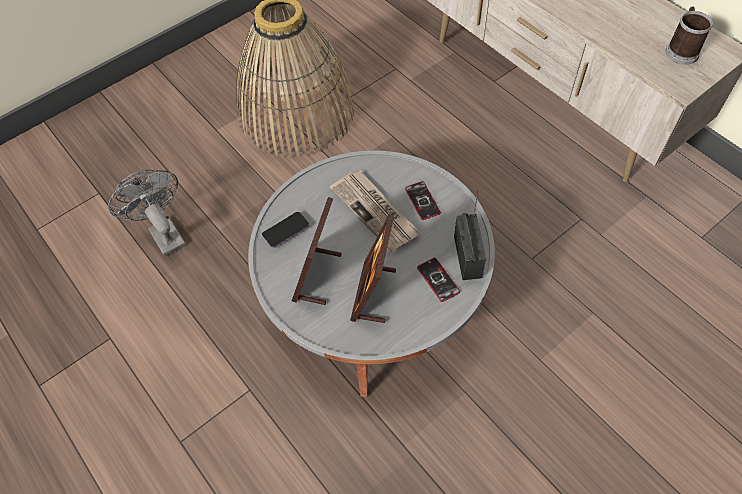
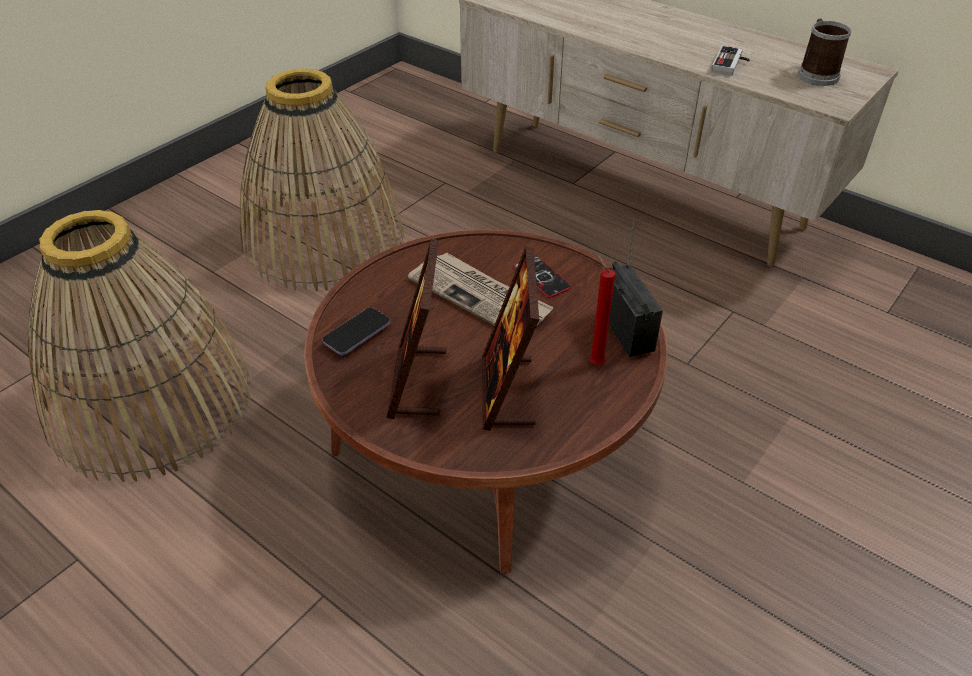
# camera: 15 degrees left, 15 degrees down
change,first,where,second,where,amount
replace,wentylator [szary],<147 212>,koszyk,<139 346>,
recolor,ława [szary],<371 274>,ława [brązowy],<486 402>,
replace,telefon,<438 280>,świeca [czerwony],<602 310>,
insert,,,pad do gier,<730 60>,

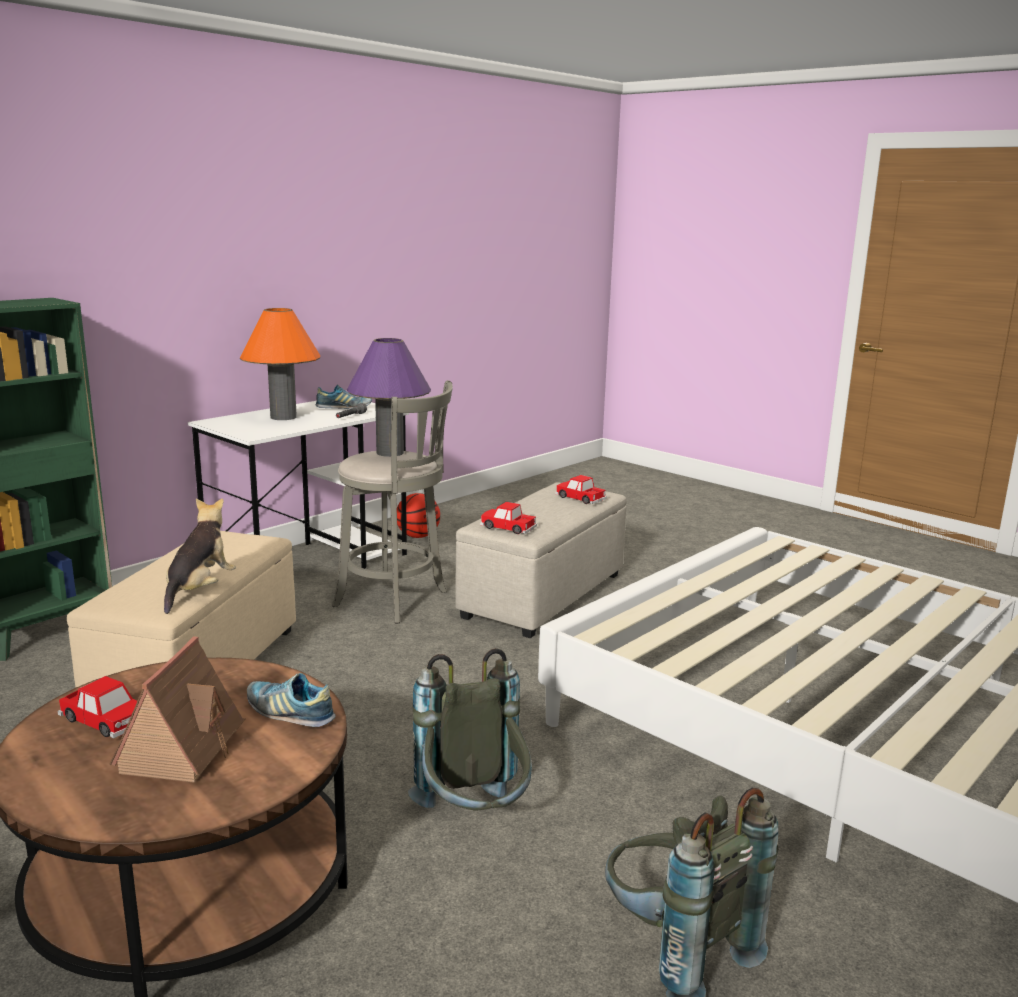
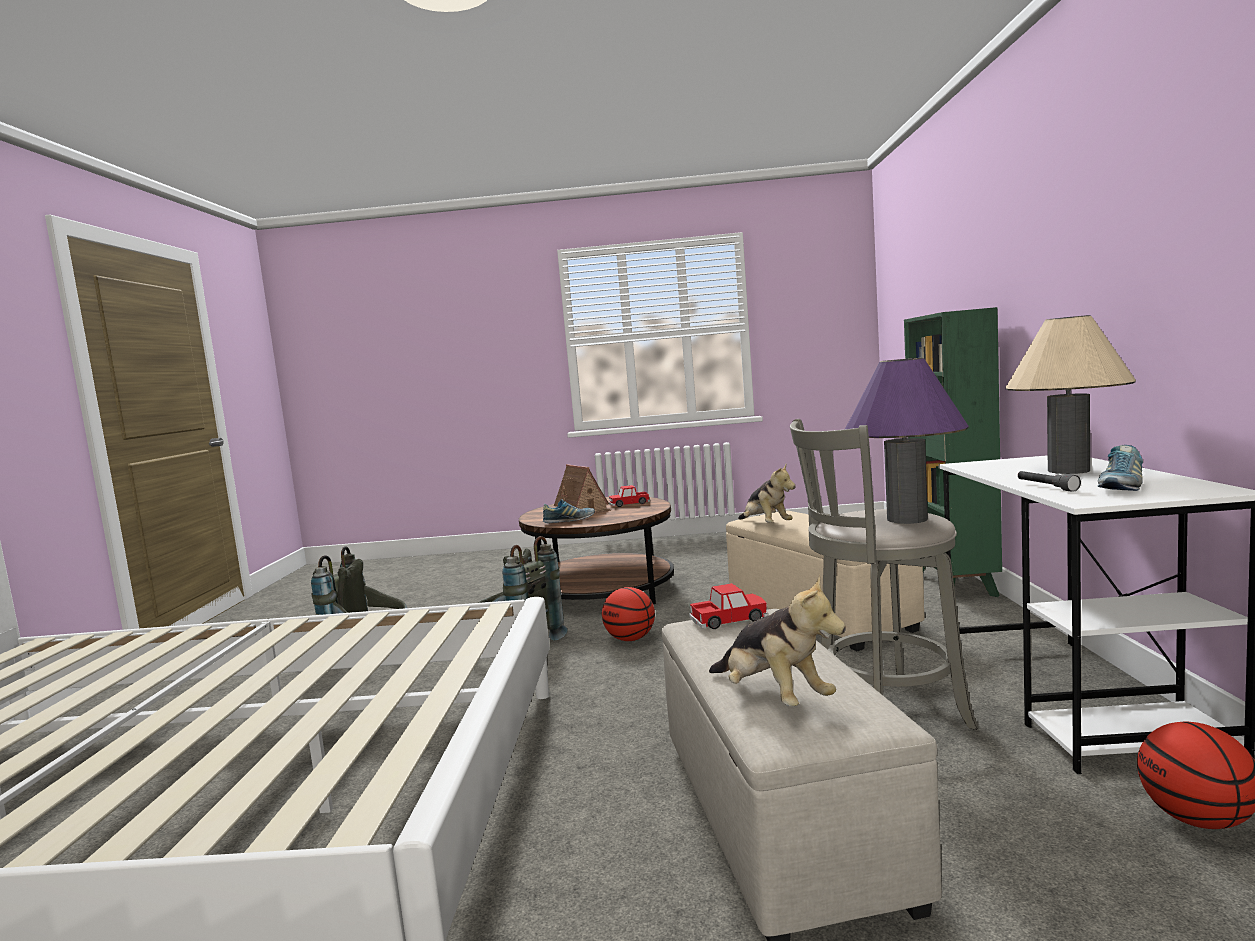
# camera: 140 degrees right, 10 degrees down
change,first,where,second,where,amount
insert,,,piłka do koszykówki,<628 614>,
replace,samochodzik,<581 489>,pluszak,<777 640>,
recolor,lampa stołowa [pomarańczowy],<280 364>,lampa stołowa [beżowy],<1071 394>,

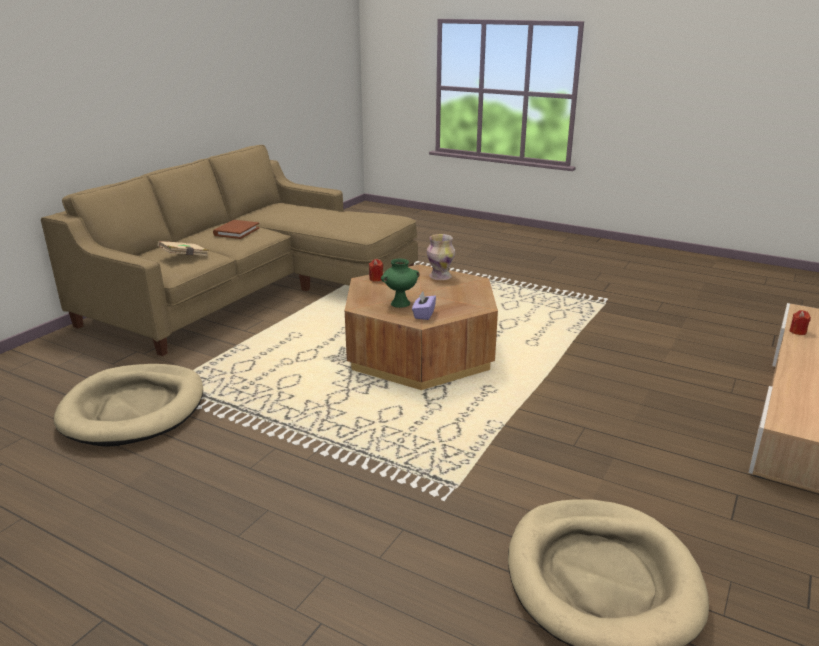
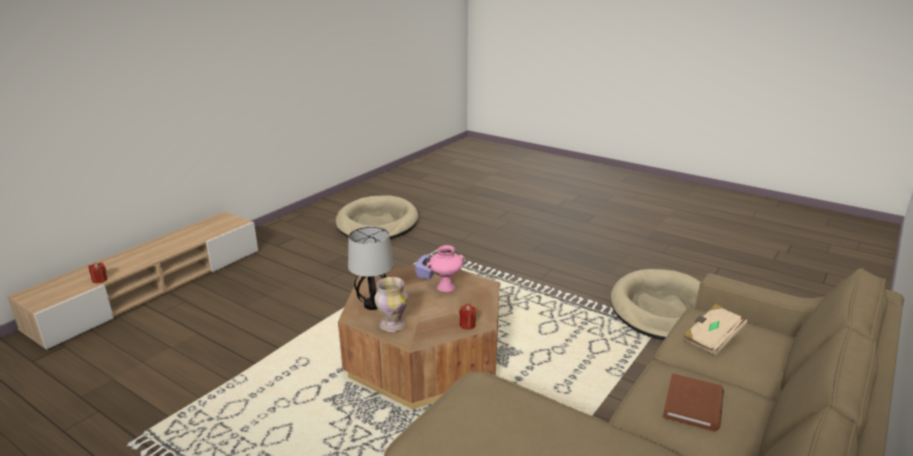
# camera: 175 degrees left, 0 degrees up
change,first,where,second,where,amount
insert,,,lampa stołowa,<370 268>,
recolor,wazon [zielony],<400 283>,wazon [różowy],<445 268>,

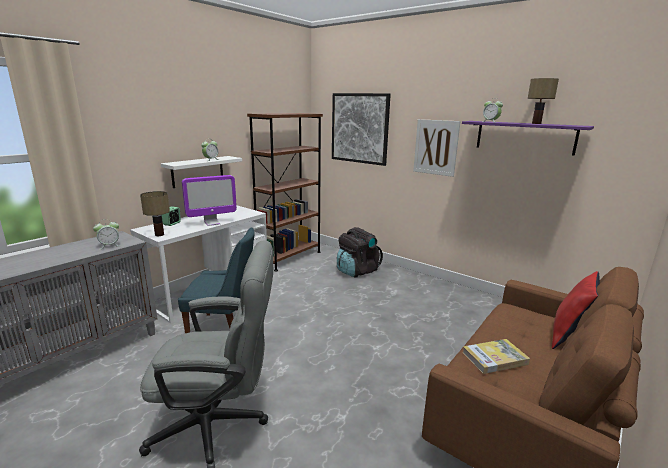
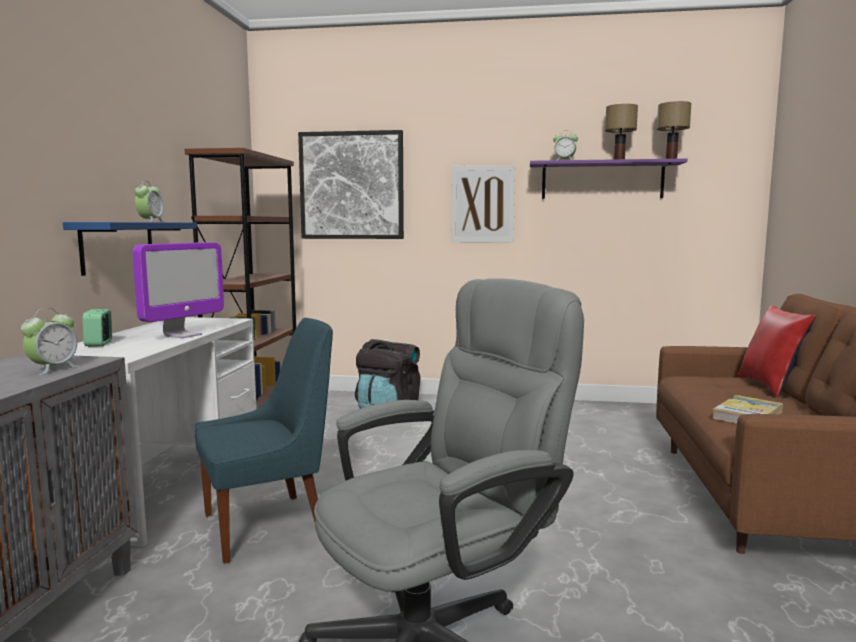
# camera: 30 degrees left, 10 degrees down
change,first,where,second,where,amount
recolor,półka [biały],<201 172>,półka [niebieski],<130 249>,
move,lampa stołowa,<155 213>,,<674 130>,

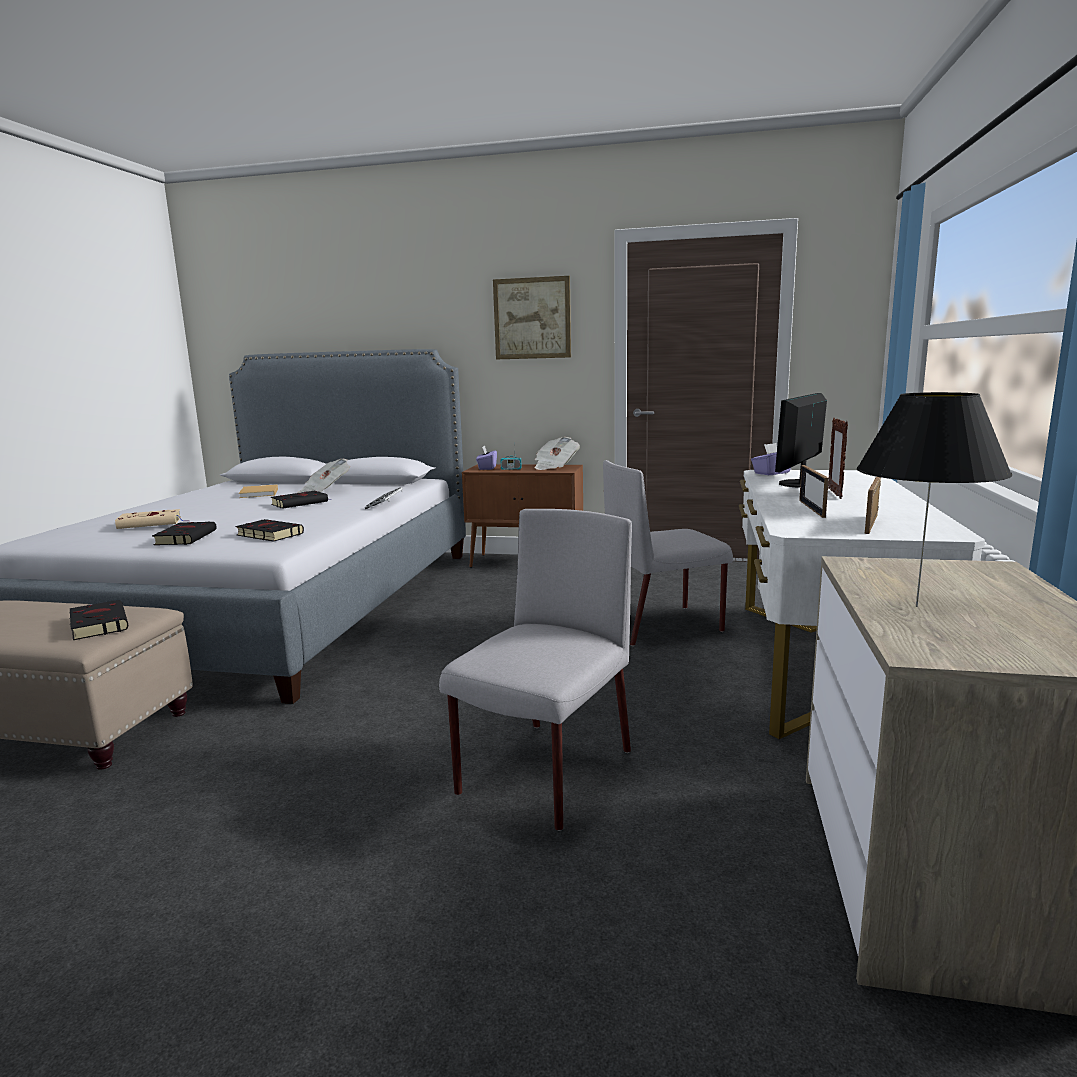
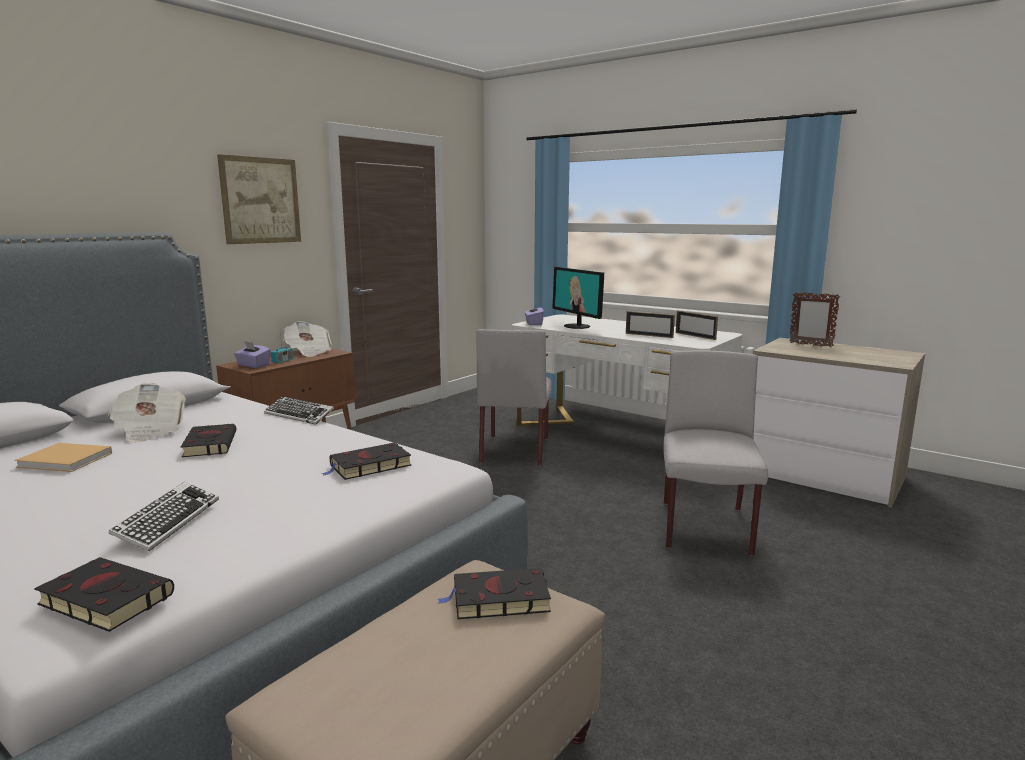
# camera: 65 degrees left, 0 degrees up
change,first,where,second,where,amount
move,książka [czarny],<184 533>,,<104 594>,
replace,książka [beżowy],<152 519>,klawiatura,<163 516>,
rotate,krzesło [szary],<535 670>,,<716 453>,45 degrees clockwise
move,ramka na zdjęcie,<838 458>,,<814 319>,
delete,lampa stołowa [czarny],<934 499>,,,

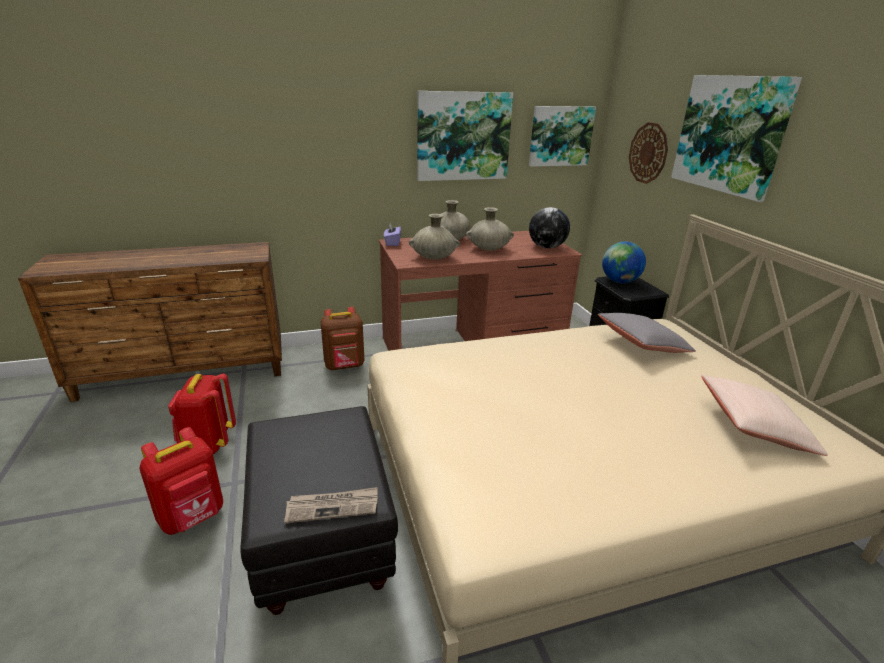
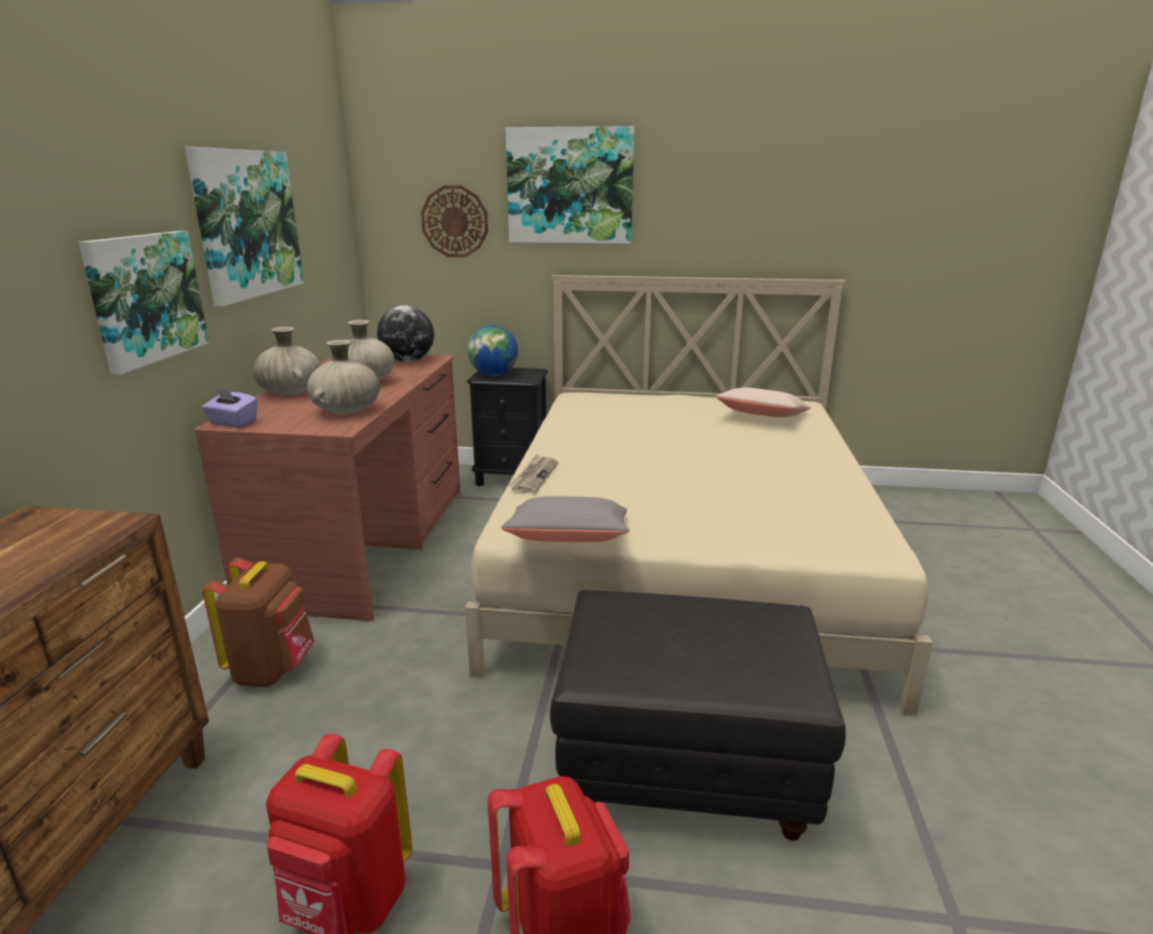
# camera: 65 degrees left, 5 degrees down
change,first,where,second,where,amount
move,obraz,<562 136>,,<143 302>,
move,poduszka [szary],<647 333>,,<565 519>,
move,gazeta,<331 505>,,<533 474>,

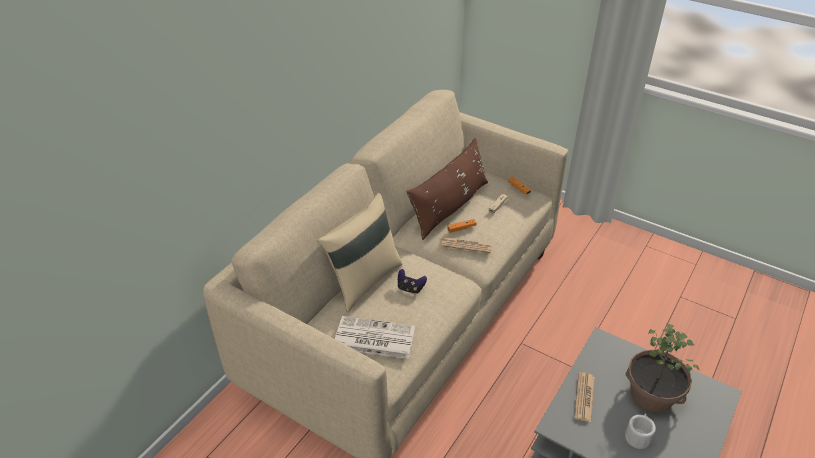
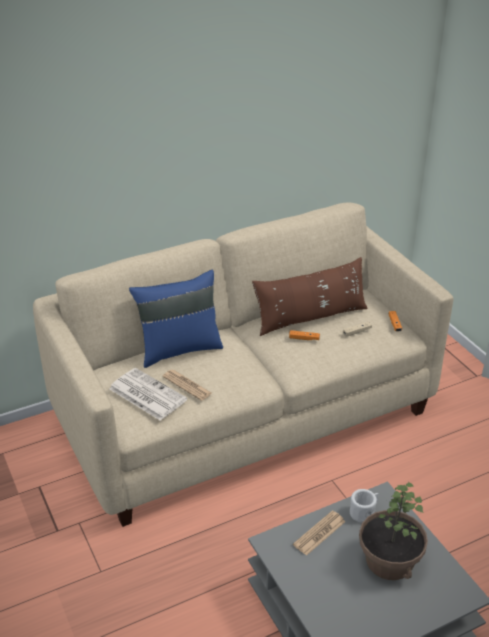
# camera: 30 degrees right, 5 degrees down
change,first,where,second,where,amount
recolor,poduszka [beżowy],<359 252>,poduszka [niebieski],<176 319>,
move,gazeta,<466 245>,,<187 385>,
move,kubek [biały],<640 431>,,<364 506>,
delete,pad do gier,<412 281>,,,

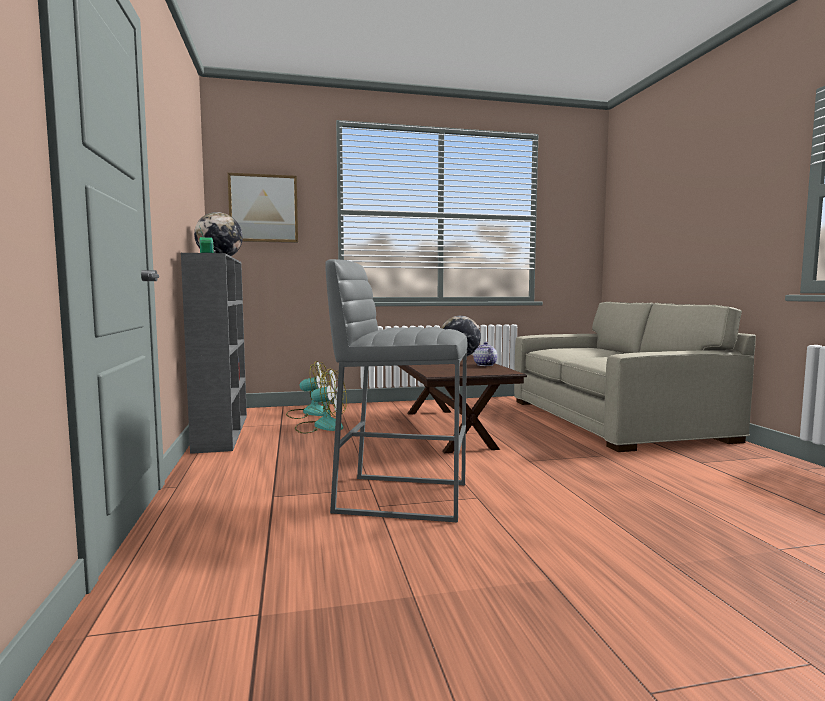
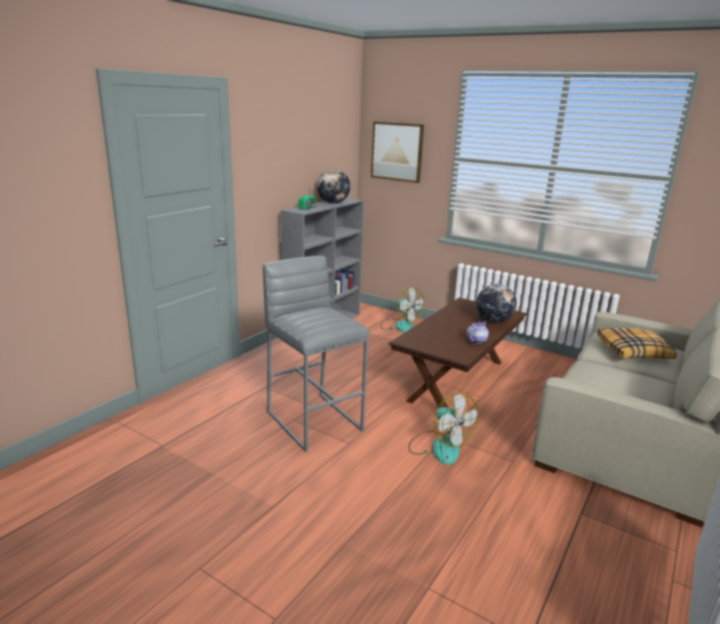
# camera: 45 degrees right, 15 degrees up
change,first,where,second,where,amount
move,wentylator,<321 401>,,<443 428>,
insert,,,poduszka,<637 343>,

